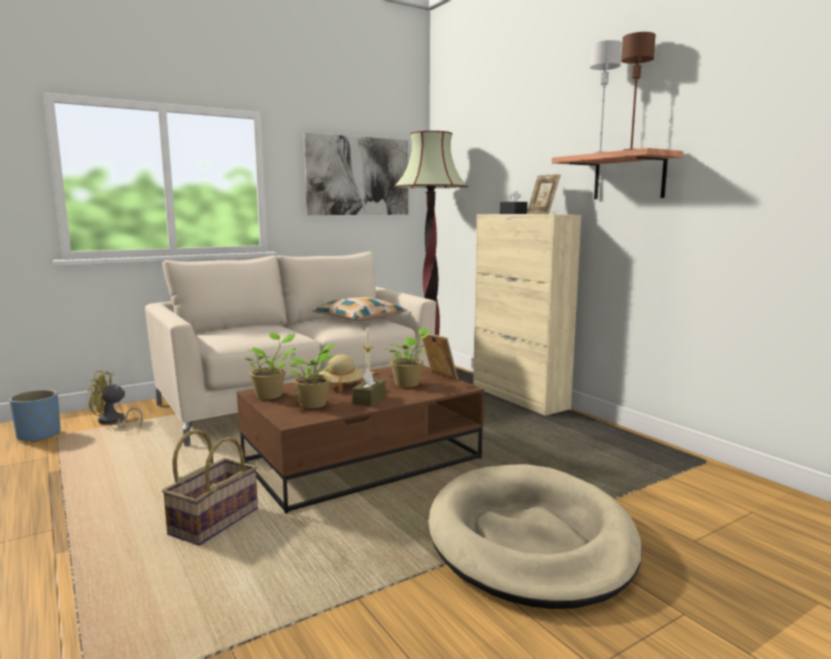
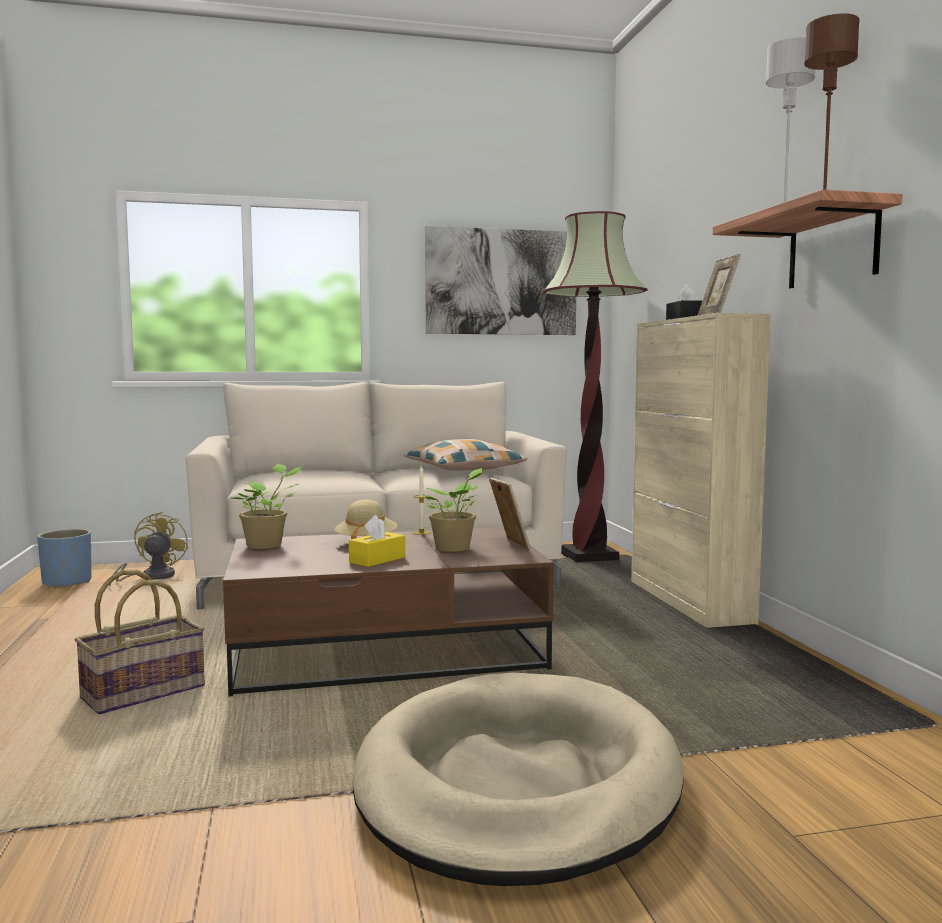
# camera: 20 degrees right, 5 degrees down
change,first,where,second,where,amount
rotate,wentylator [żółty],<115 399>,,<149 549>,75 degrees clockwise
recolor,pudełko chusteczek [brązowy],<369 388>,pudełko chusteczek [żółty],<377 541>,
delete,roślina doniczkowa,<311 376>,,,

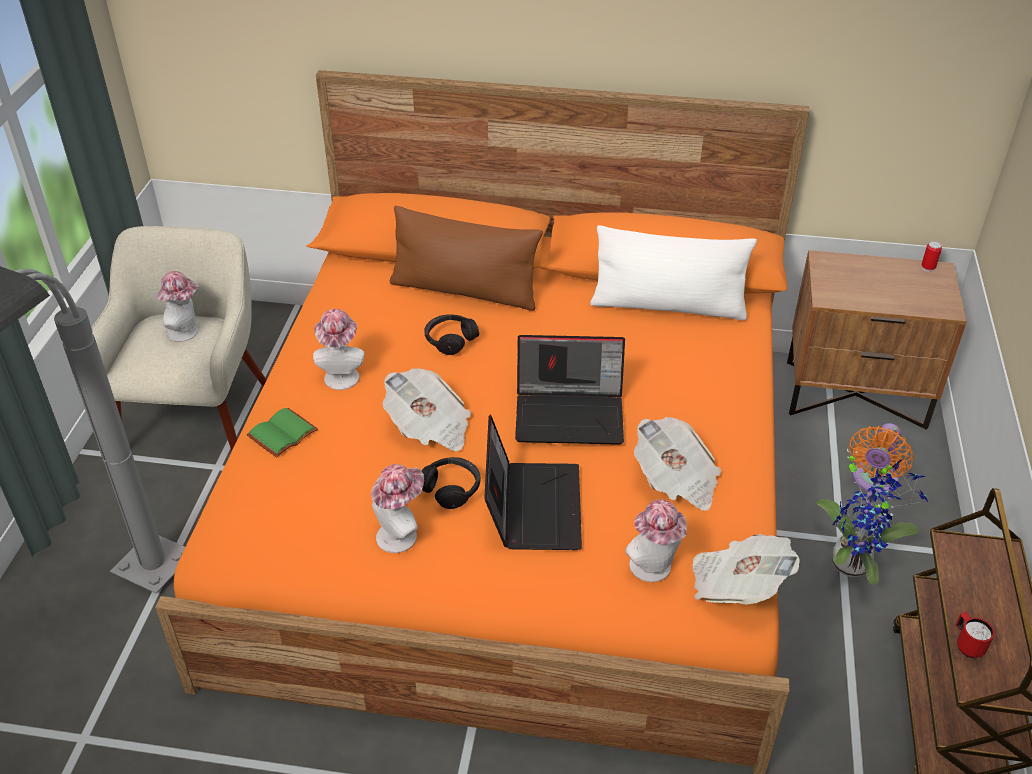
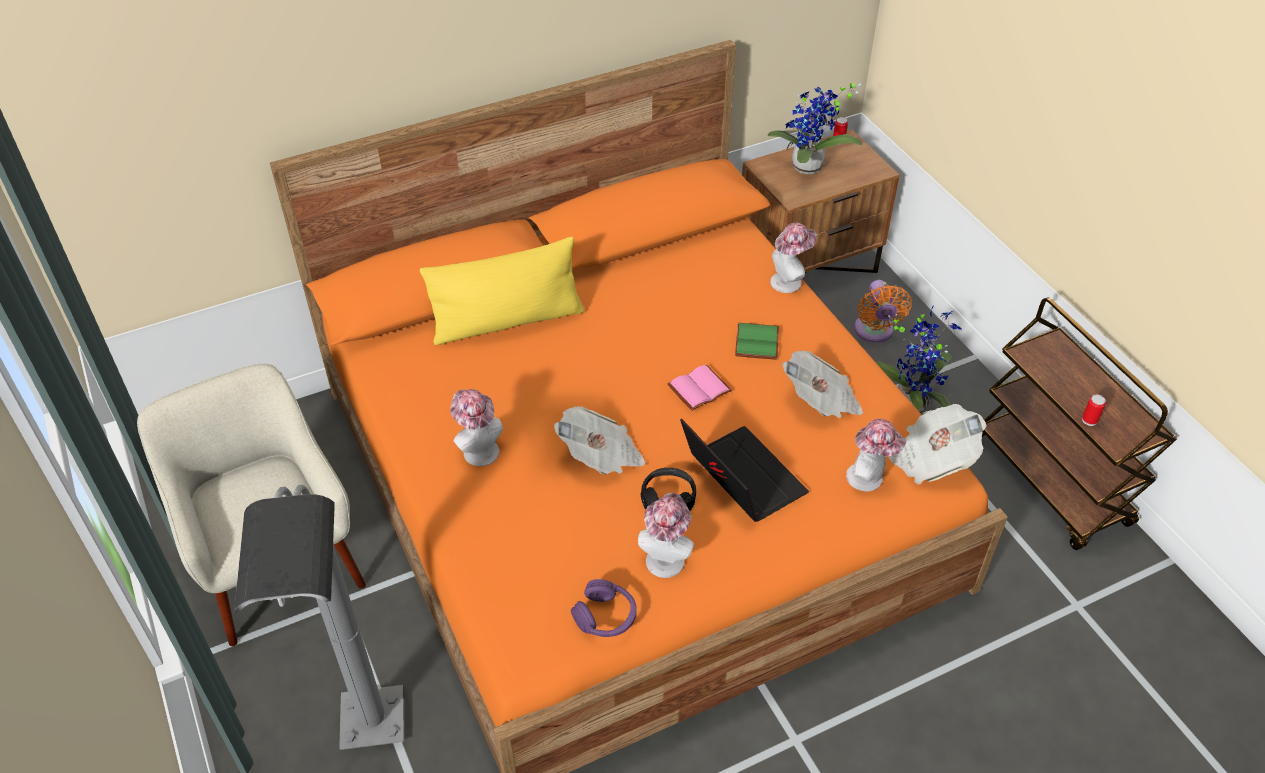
# camera: 35 degrees left, 5 degrees up
change,first,where,second,where,amount
recolor,poduszka [brązowy],<466 258>,poduszka [żółty],<502 291>,
insert,,,słuchawki [fioletowy],<604 608>,
replace,laptop,<570 390>,książka [różowy],<699 388>,
move,książka [zielony],<282 433>,,<757 341>,
insert,,,roślina doniczkowa,<815 128>,
move,kapelusz,<178 306>,,<793 258>,
replace,kubek [czerwony],<974 635>,puszka,<1094 410>,
delete,słuchawki [czarny],<452 334>,,,
delete,poduszka [biały],<673 272>,,,

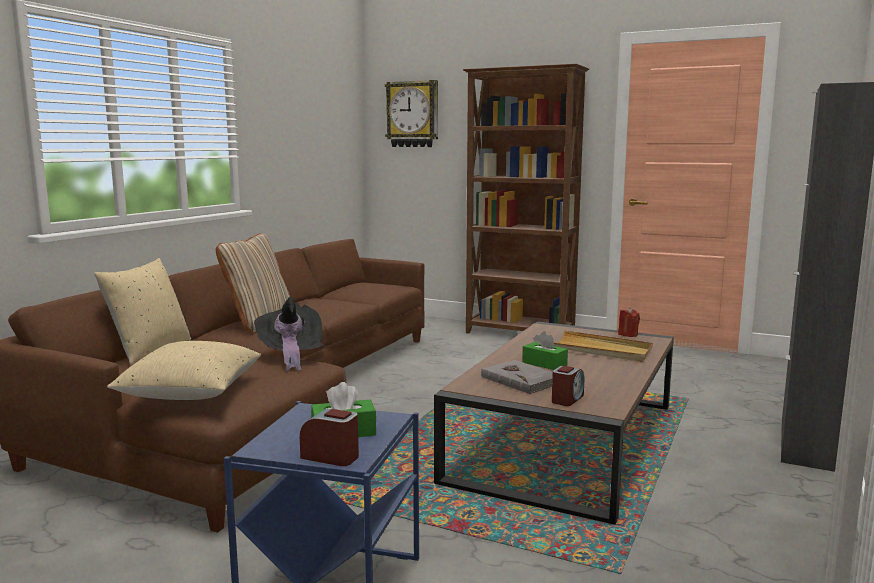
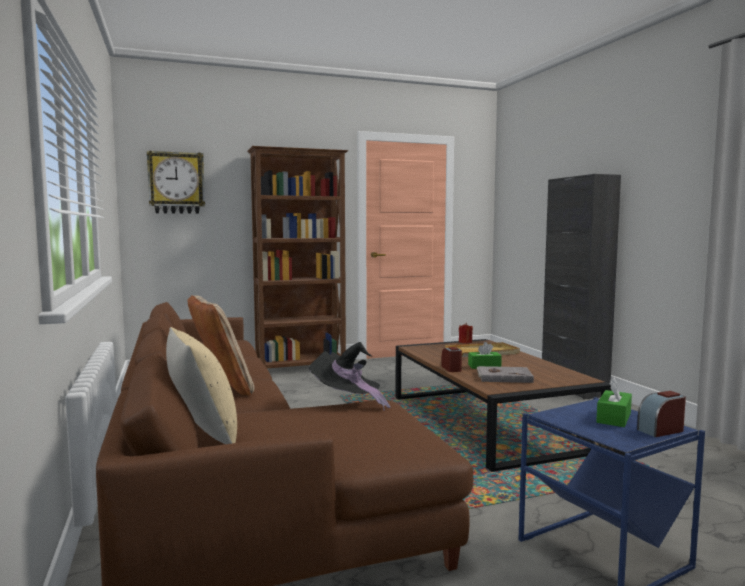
# camera: 45 degrees left, 5 degrees down
change,first,where,second,where,amount
move,budzik,<568 386>,,<451 359>,
delete,poduszka [beżowy],<184 370>,,,

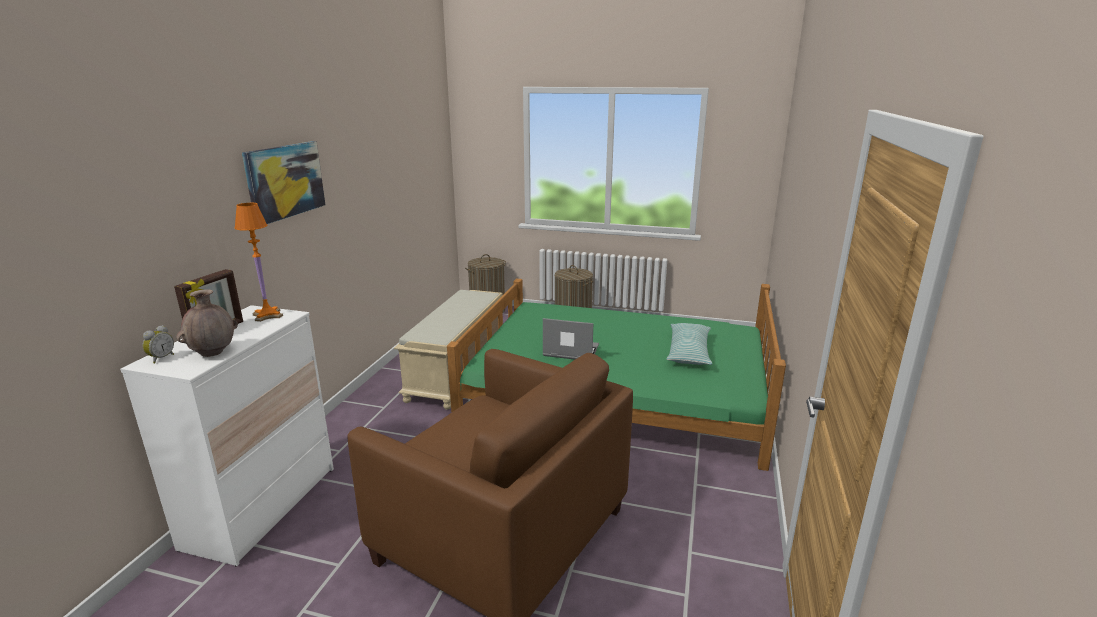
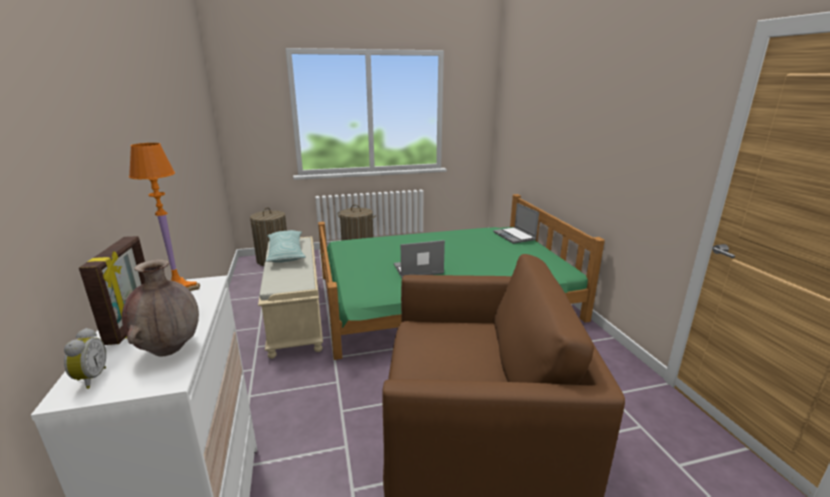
# camera: 30 degrees left, 0 degrees up
change,first,where,second,where,amount
move,poduszka,<689 344>,,<286 246>,
insert,,,laptop,<516 223>,
delete,obraz,<283 182>,,,

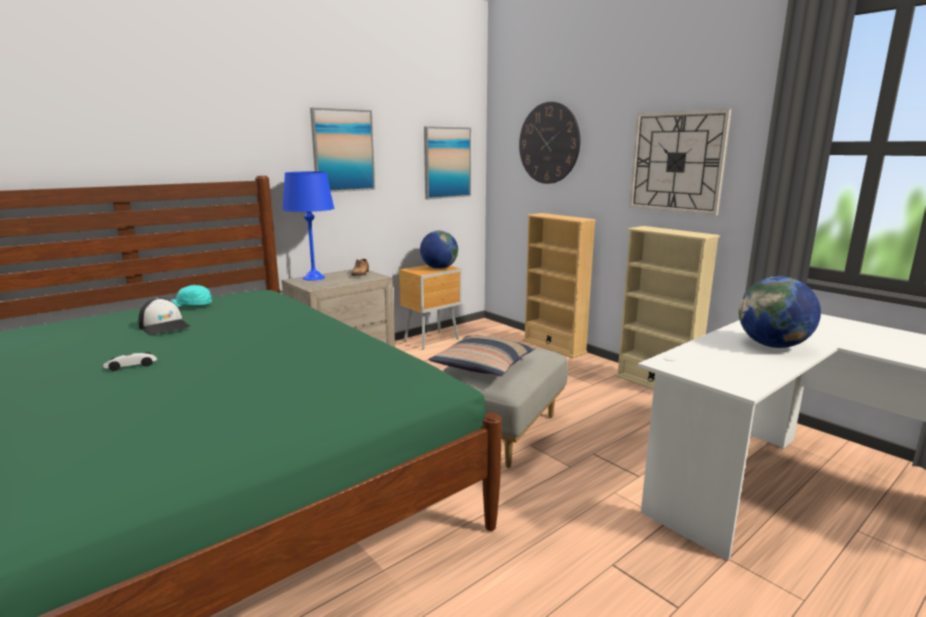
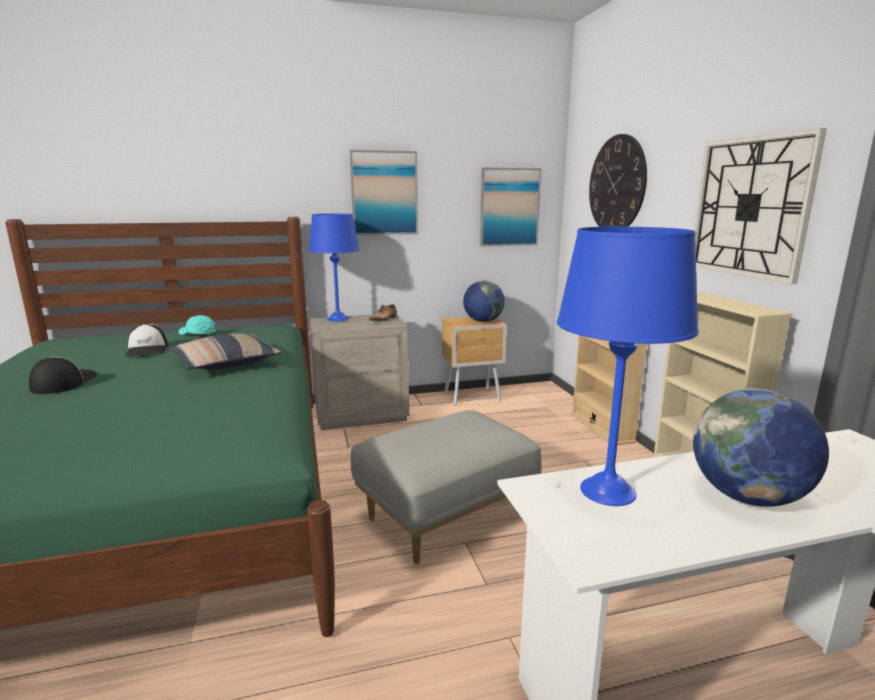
# camera: 25 degrees right, 0 degrees up
change,first,where,second,where,amount
replace,samochodzik,<130 361>,czapka z daszkiem,<63 375>,
move,poduszka,<482 355>,,<225 351>,
insert,,,lampa stołowa [niebieski],<628 366>,

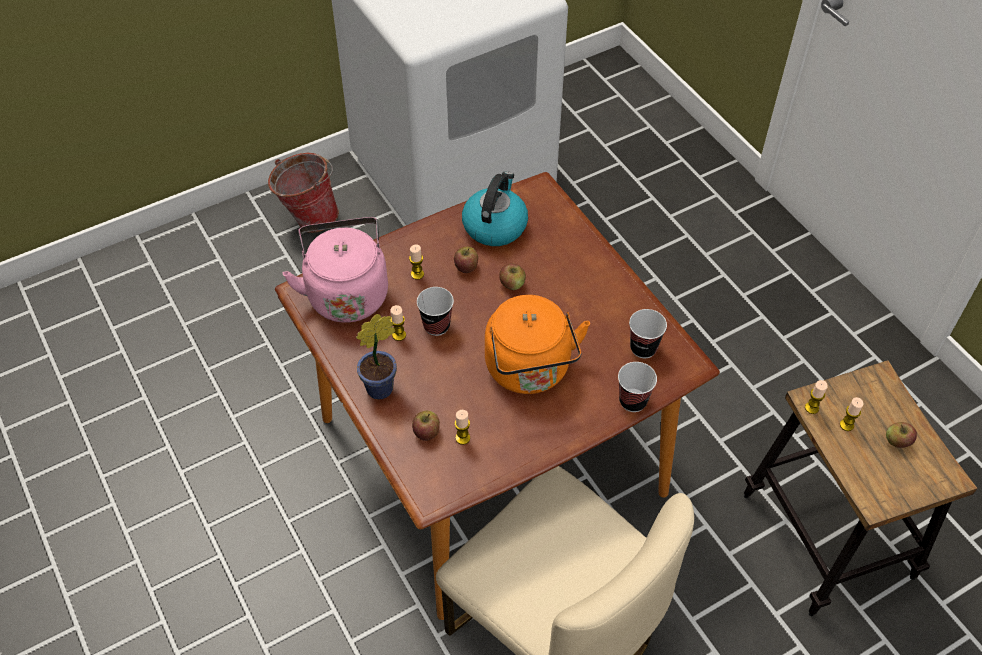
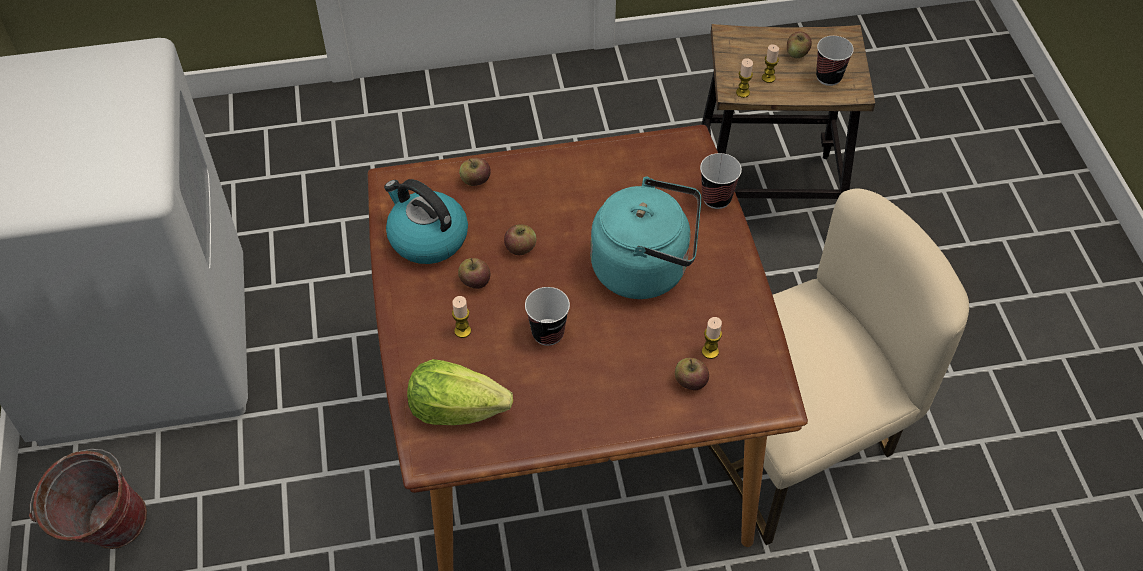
# camera: 70 degrees left, 0 degrees up
change,first,where,second,where,amount
replace,czajnik [różowy],<335 270>,sałata,<460 392>,
insert,,,jabłko,<475 172>,
recolor,czajnik [pomarańczowy],<537 344>,czajnik [turkusowy],<646 237>,
move,filiżanka,<648 333>,,<835 61>,
delete,roślina doniczkowa,<376 357>,,,
delete,świeca,<398 323>,,,

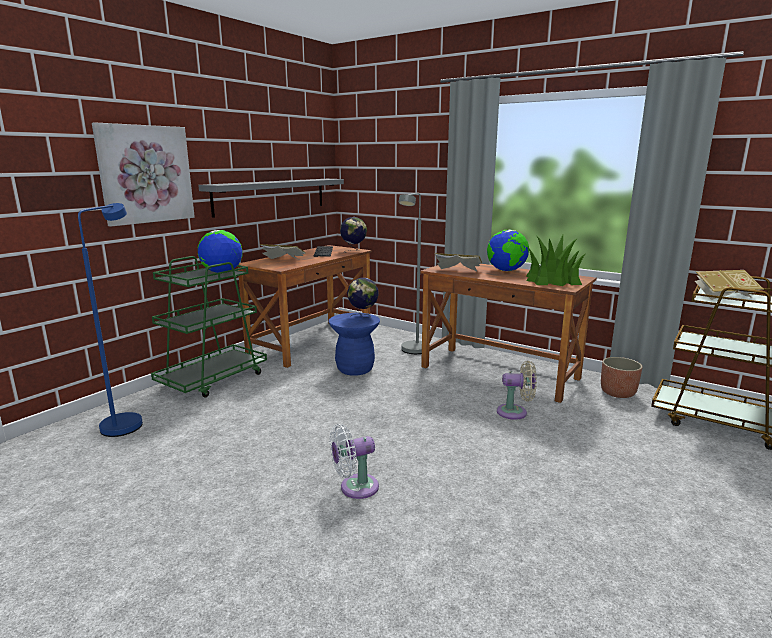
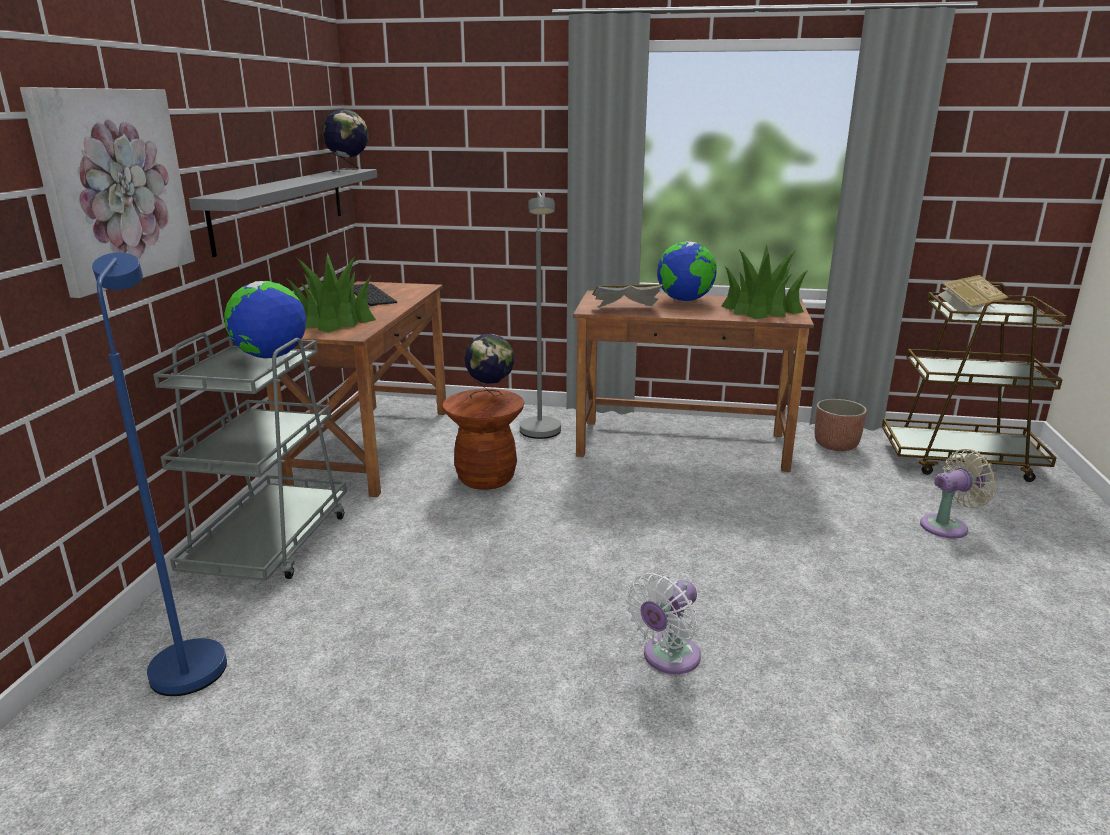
# camera: 25 degrees left, 5 degrees up
change,first,where,second,where,amount
recolor,wózek [zielony],<209 327>,wózek [szary],<250 457>,
replace,książka,<283 252>,roślina doniczkowa,<330 293>,
move,globus,<353 235>,,<345 140>,
recolor,stołek [niebieski],<354 344>,stołek [brązowy],<483 439>,
move,wentylator [beżowy],<517 390>,,<958 493>,

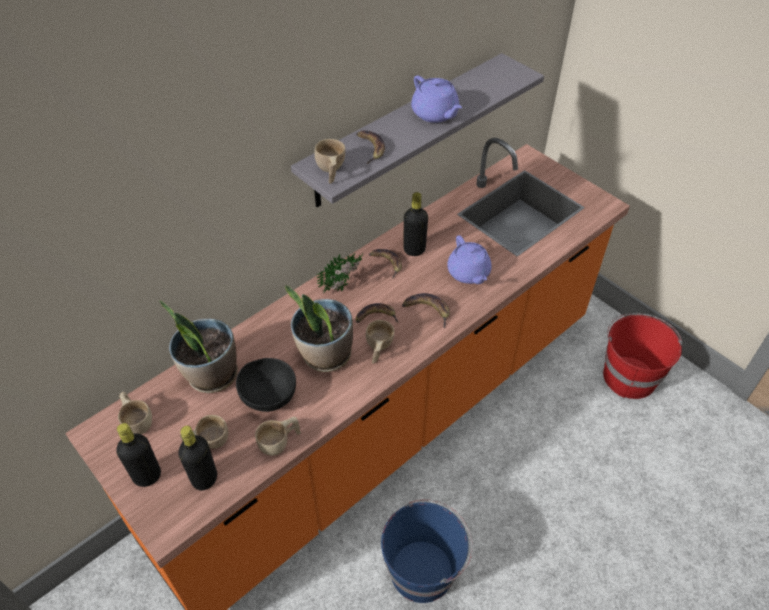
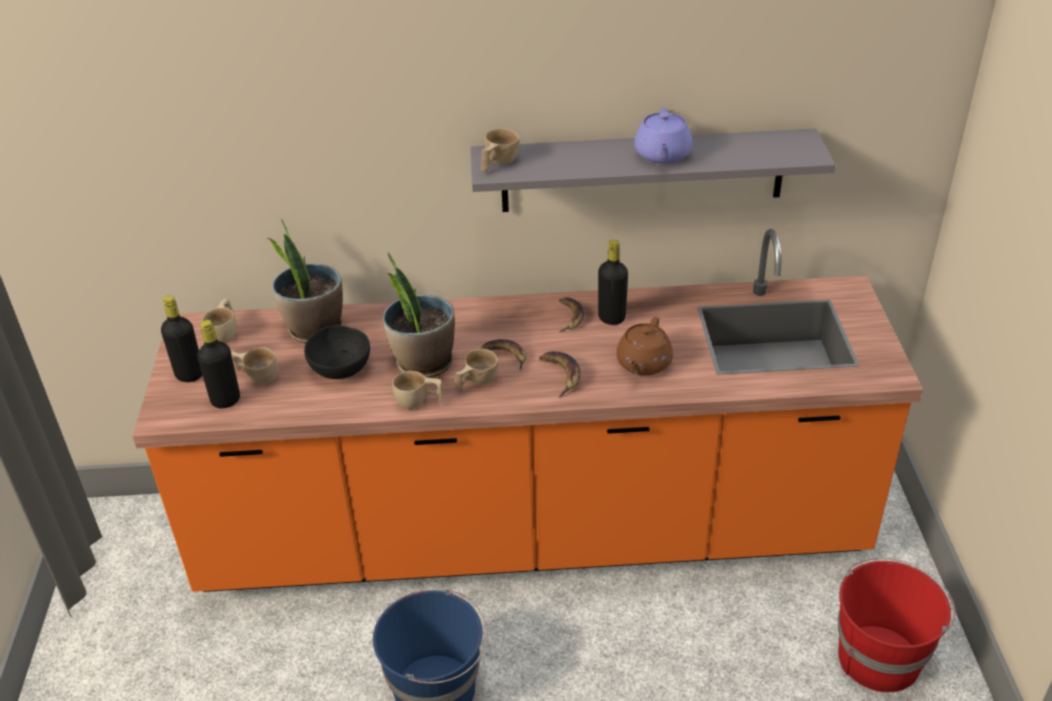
# camera: 40 degrees right, 10 degrees down
change,first,where,second,where,amount
move,filiżanka [beżowy],<278 436>,,<417 390>,
recolor,imbryk [fioletowy],<469 259>,imbryk [brązowy],<644 346>,
delete,roślina doniczkowa,<339 273>,,,
delete,banan,<370 147>,,,

